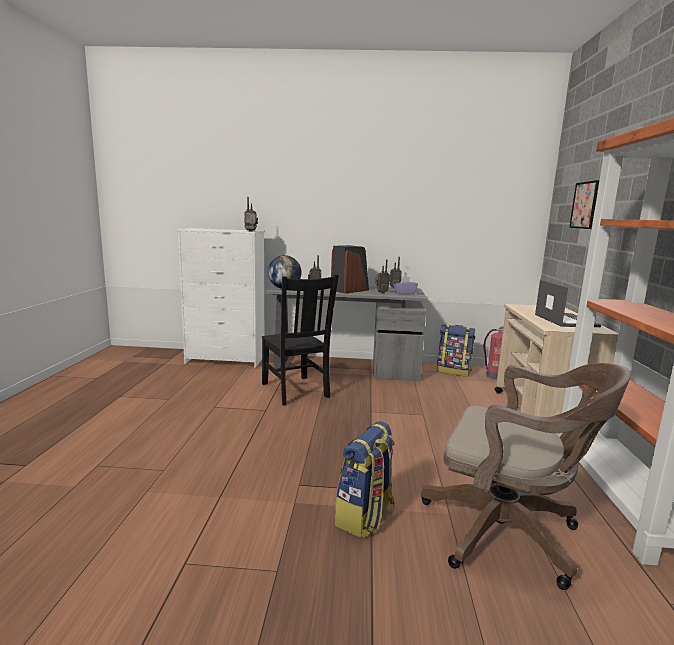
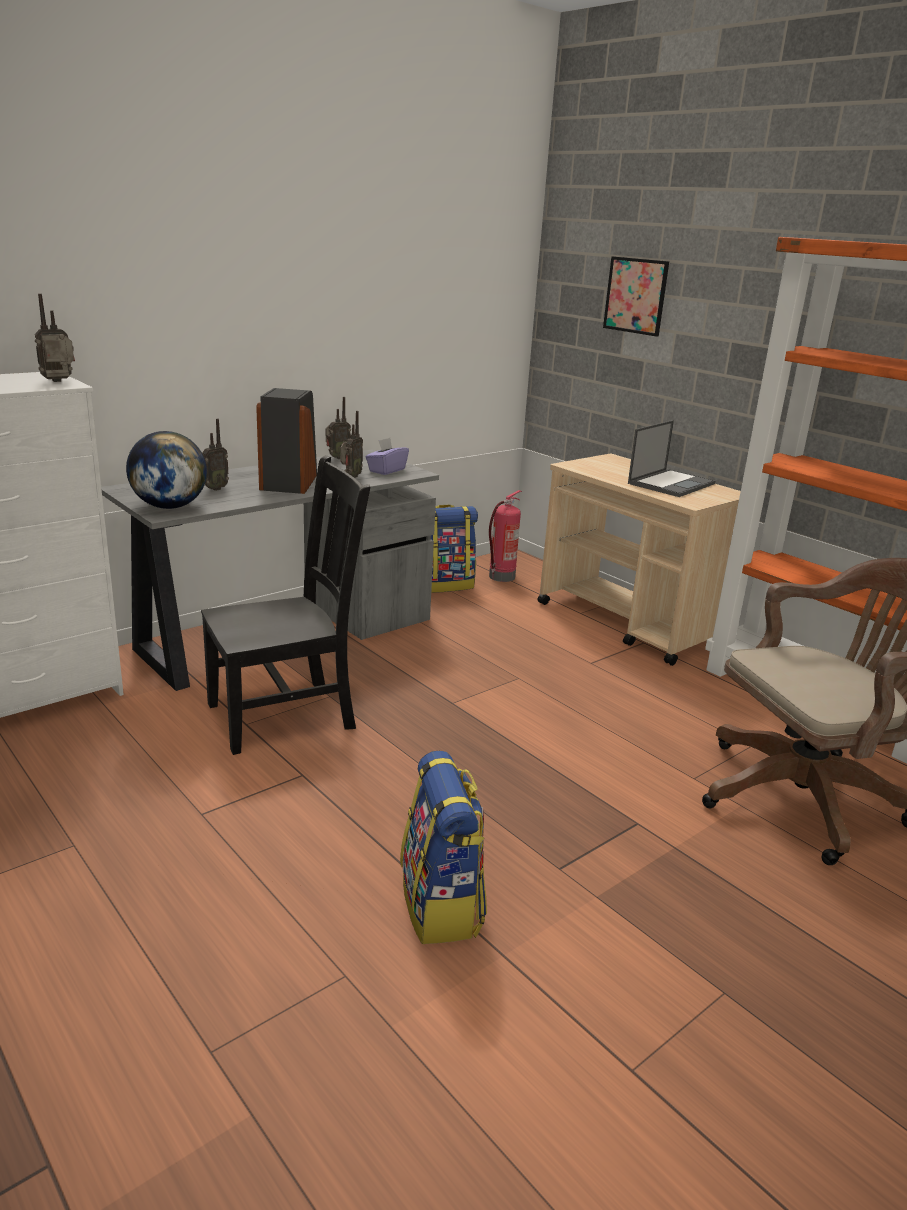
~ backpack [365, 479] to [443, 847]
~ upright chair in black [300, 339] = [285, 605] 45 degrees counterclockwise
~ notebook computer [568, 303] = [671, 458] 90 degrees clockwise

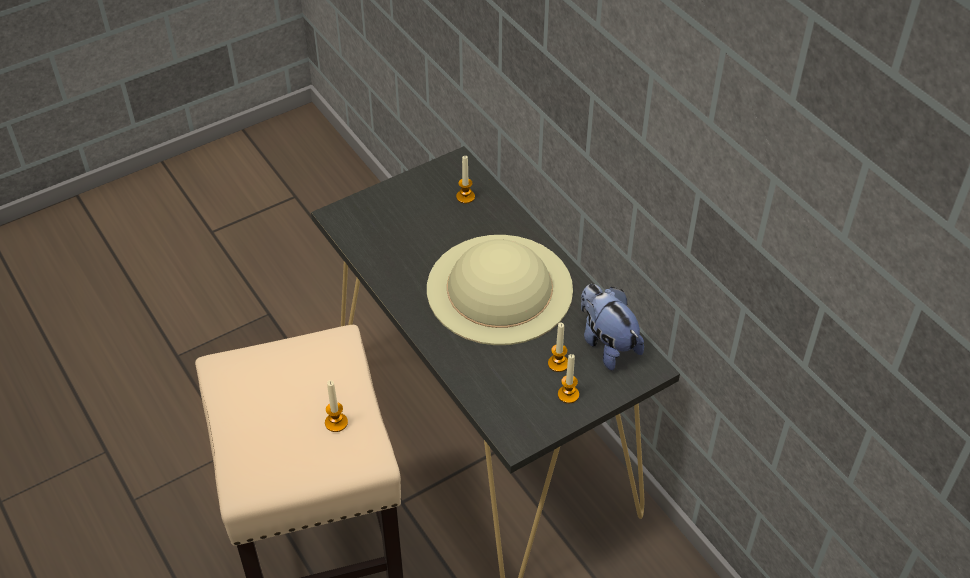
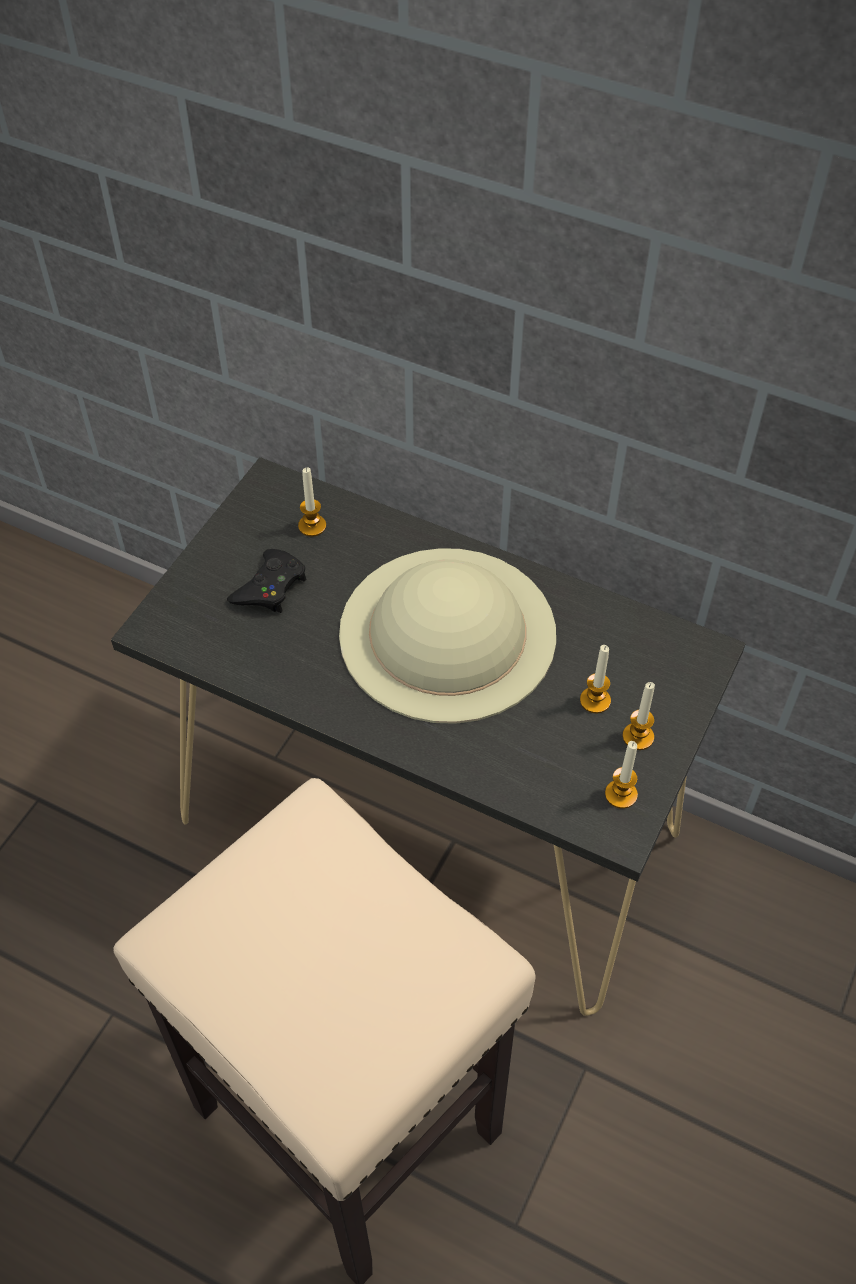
- soft toy [612, 327]
+ gamepad in black [266, 581]
~ candle [336, 406] to [621, 775]

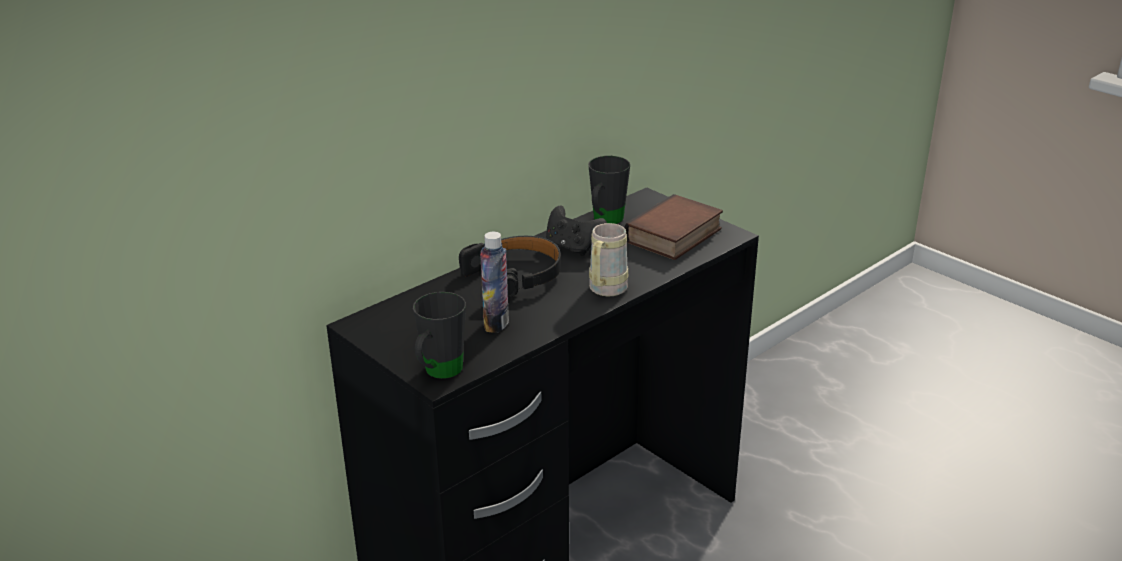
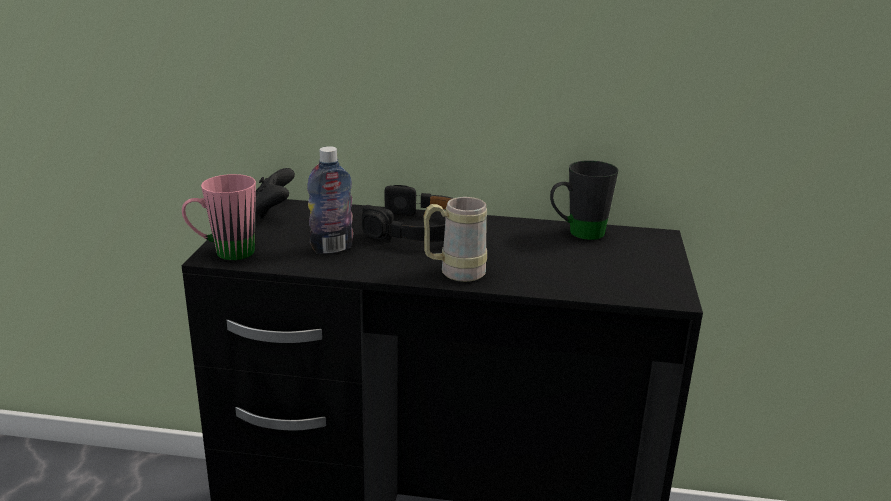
- book [673, 227]
~ gamepad in black [576, 230] to [275, 193]
~ tea mug in black [439, 335] to tea mug in pink [219, 217]

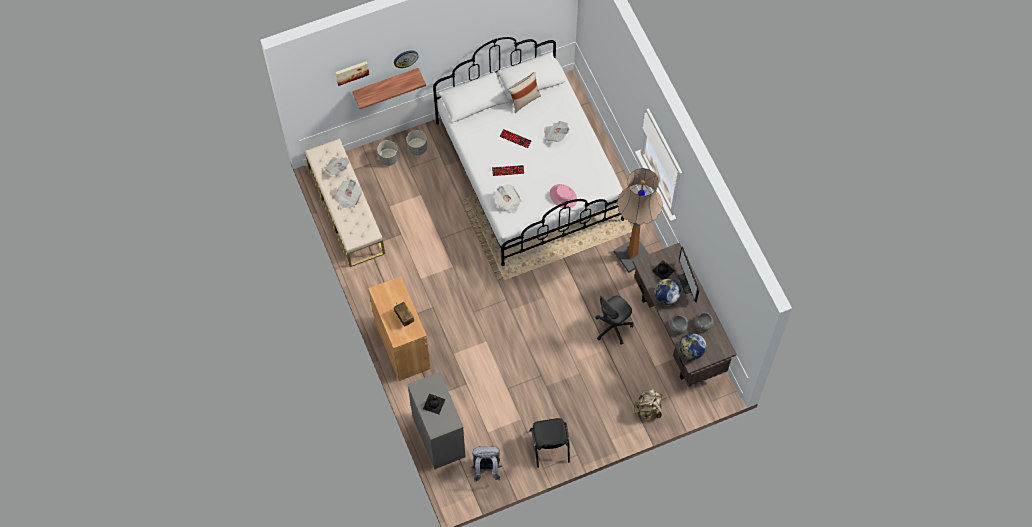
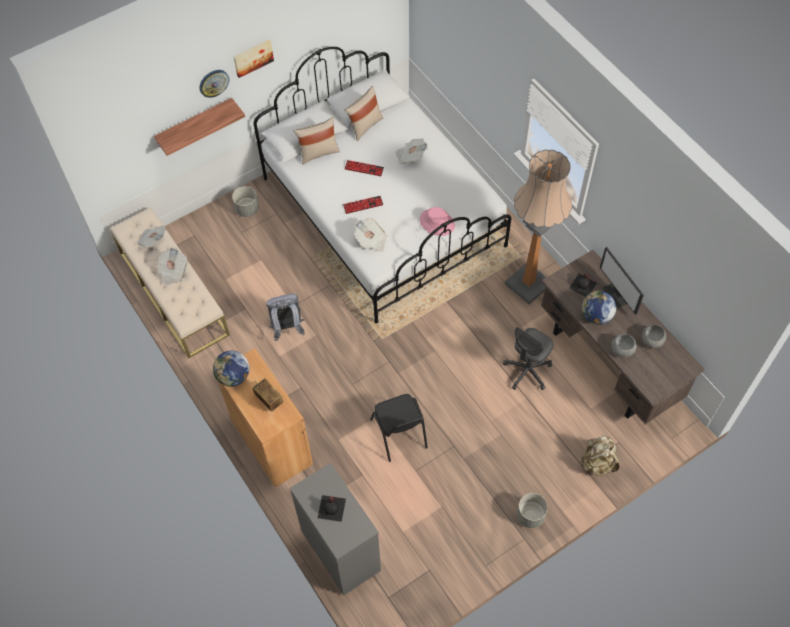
+ throw pillow in sand-coloured [317, 141]
~ wall picture [352, 73] to [253, 59]
~ planter in greyish [388, 153] to [532, 510]
~ backpack in greyish [486, 464] to [285, 317]
~ upright chair in black [549, 443] to [399, 428]
~ globe [692, 346] to [231, 369]

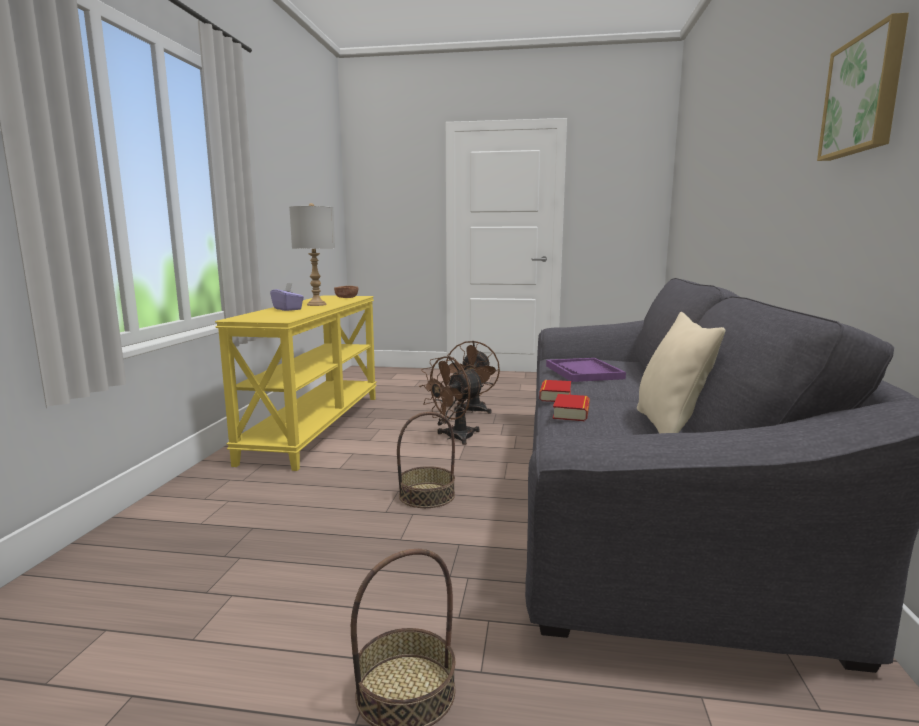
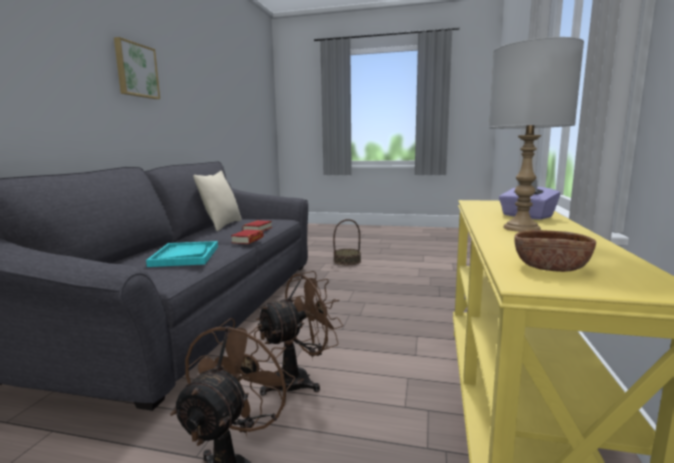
- basket [426, 460]
~ serving tray in purplish [586, 370] to serving tray in blue-green [182, 254]

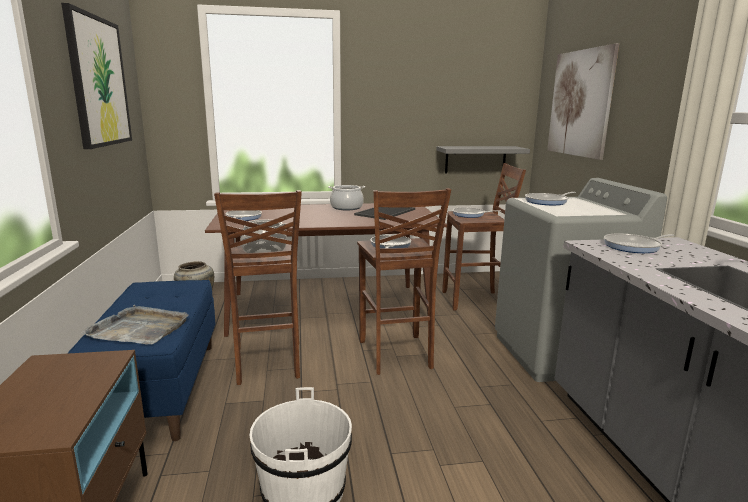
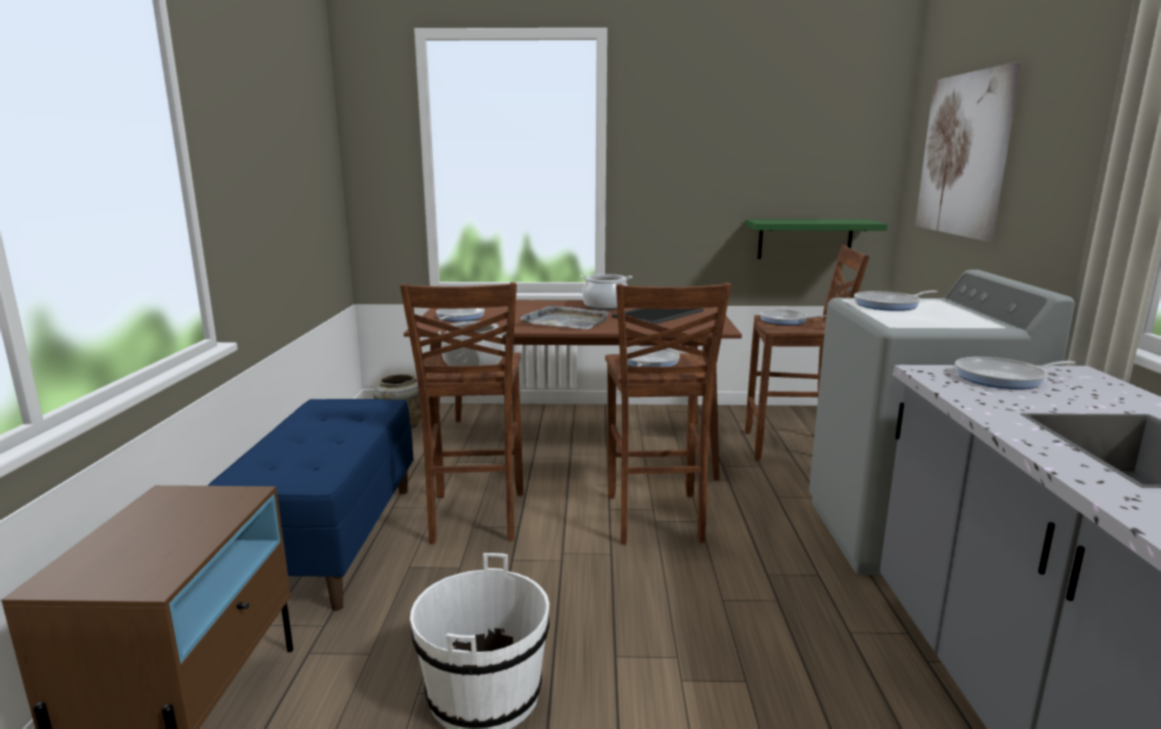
- wall picture [96, 76]
~ serving tray in greyish [135, 325] to [565, 316]
~ wall shelf in greyish [483, 159] to wall shelf in greenish [816, 239]

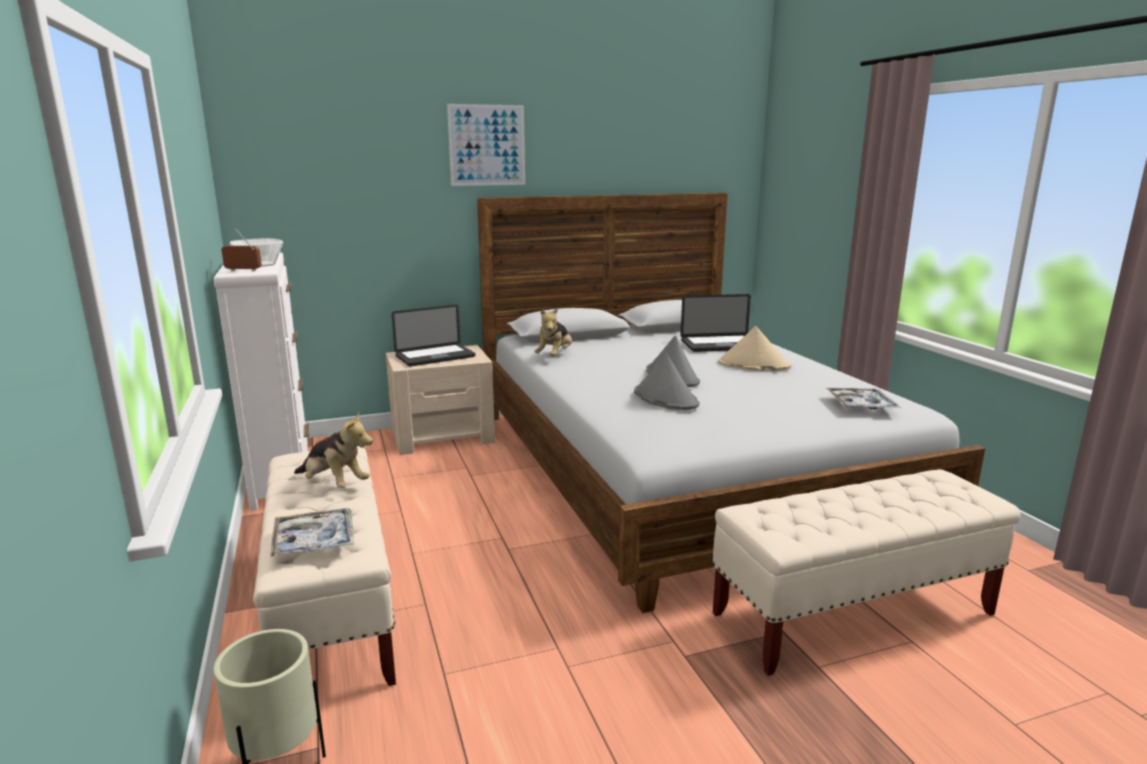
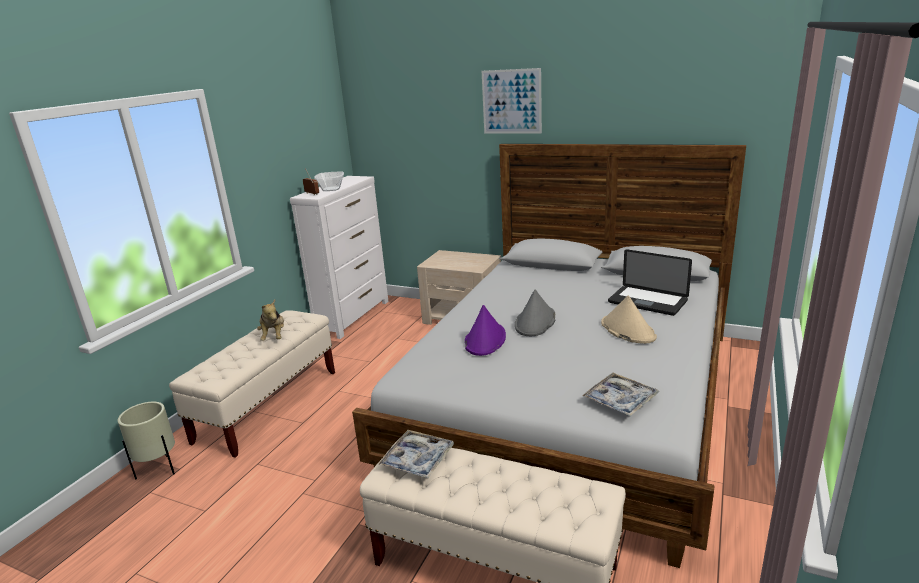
- notebook computer [433, 335]
- soft toy [553, 332]
~ serving tray [312, 532] to [416, 454]
~ clothing hat in greyish [666, 381] to clothing hat in purplish [485, 330]

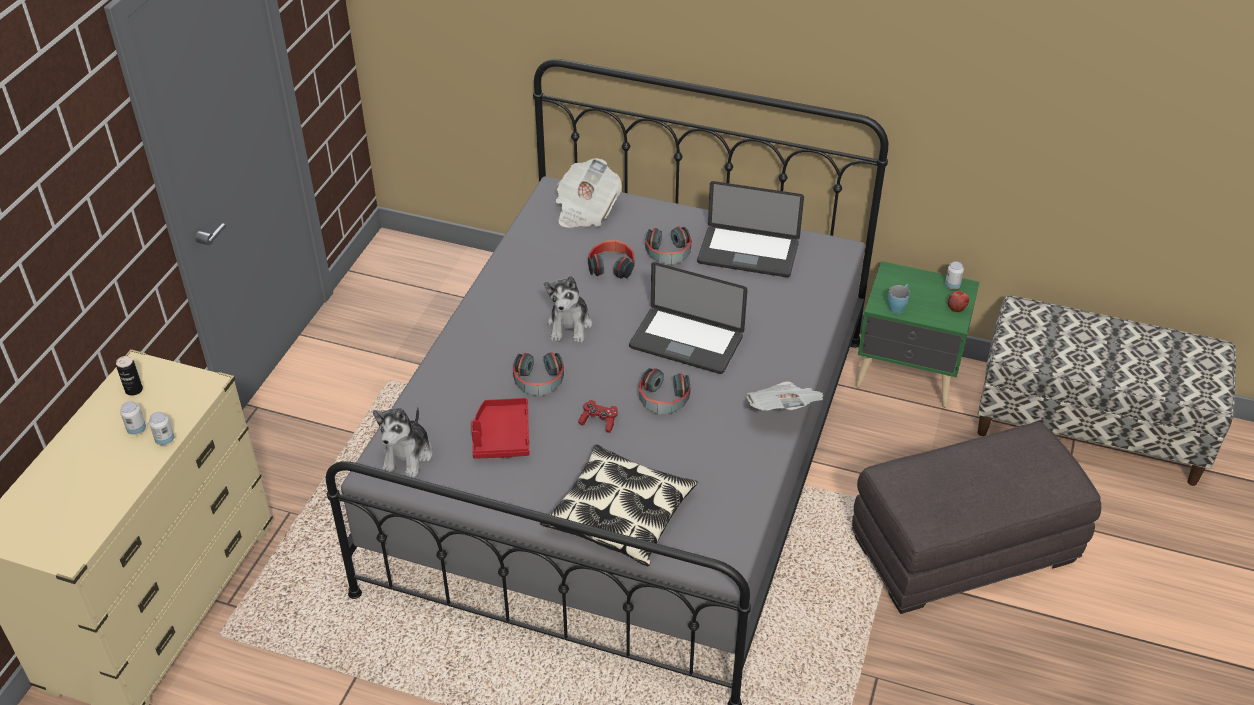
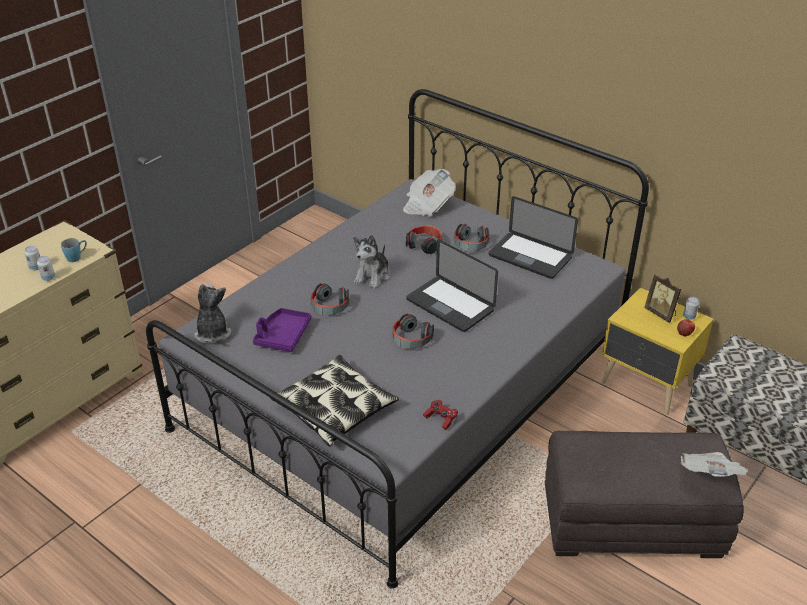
- sealed can [129, 376]
+ photo frame [662, 298]
~ gamepad in red [598, 416] to [440, 415]
~ daily paper [785, 396] to [714, 464]
~ tea mug in blue [899, 299] to [74, 250]
~ serving tray in red [500, 428] to serving tray in purplish [282, 330]
~ nightstand in greenish [917, 334] to nightstand in yellowish [657, 351]
~ soft toy [402, 442] = [212, 313] 135 degrees clockwise

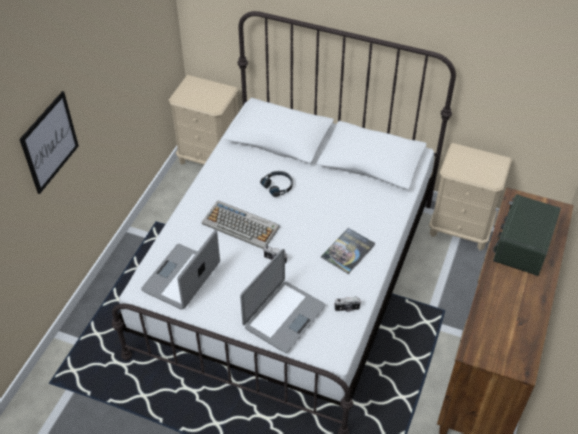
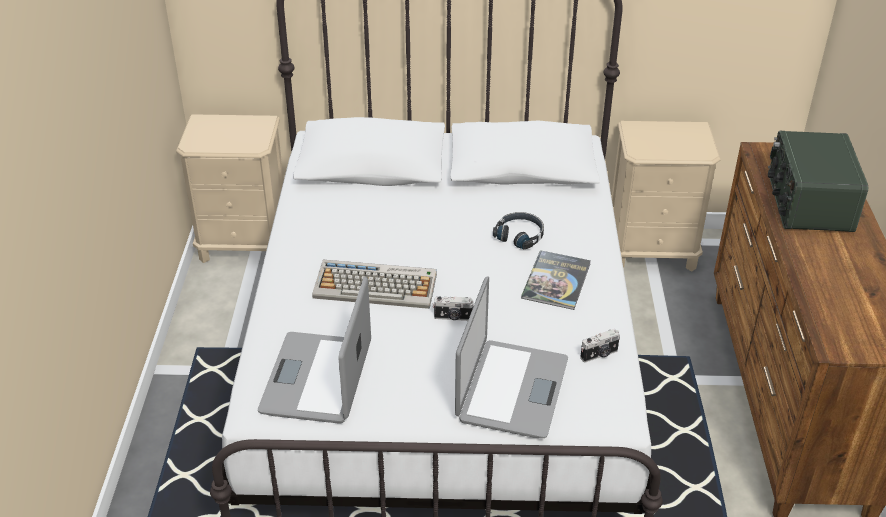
- wall picture [49, 142]
~ pair of headphones in black [276, 184] to [518, 230]

